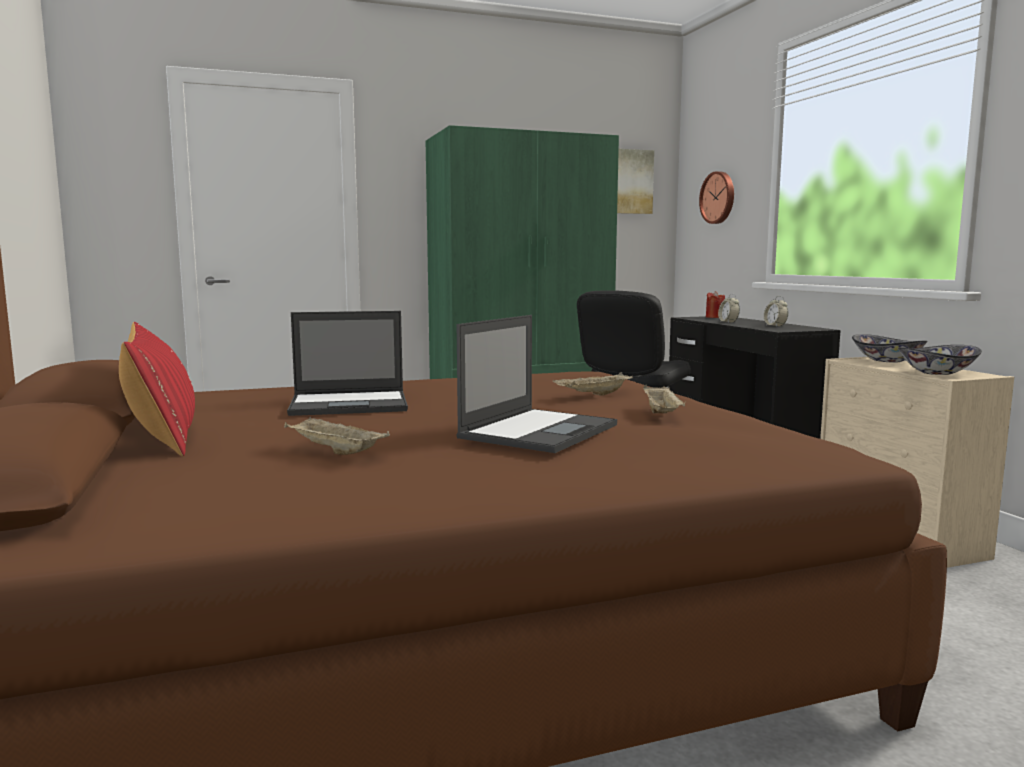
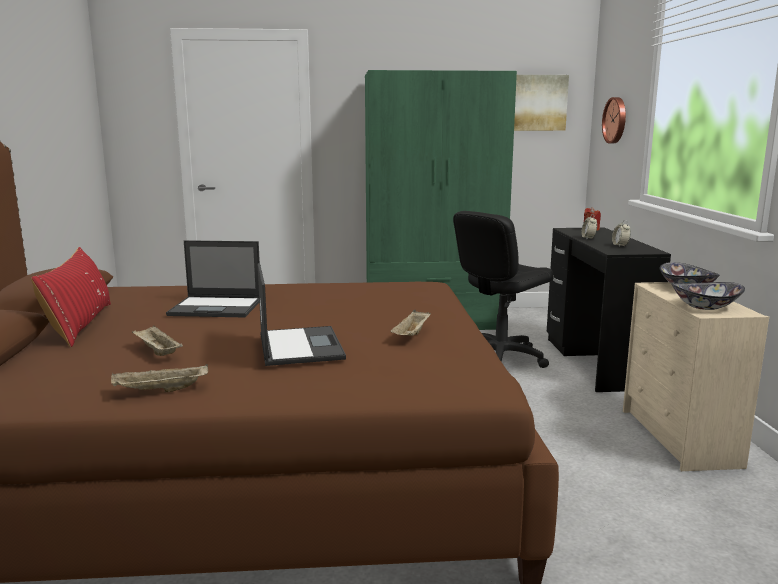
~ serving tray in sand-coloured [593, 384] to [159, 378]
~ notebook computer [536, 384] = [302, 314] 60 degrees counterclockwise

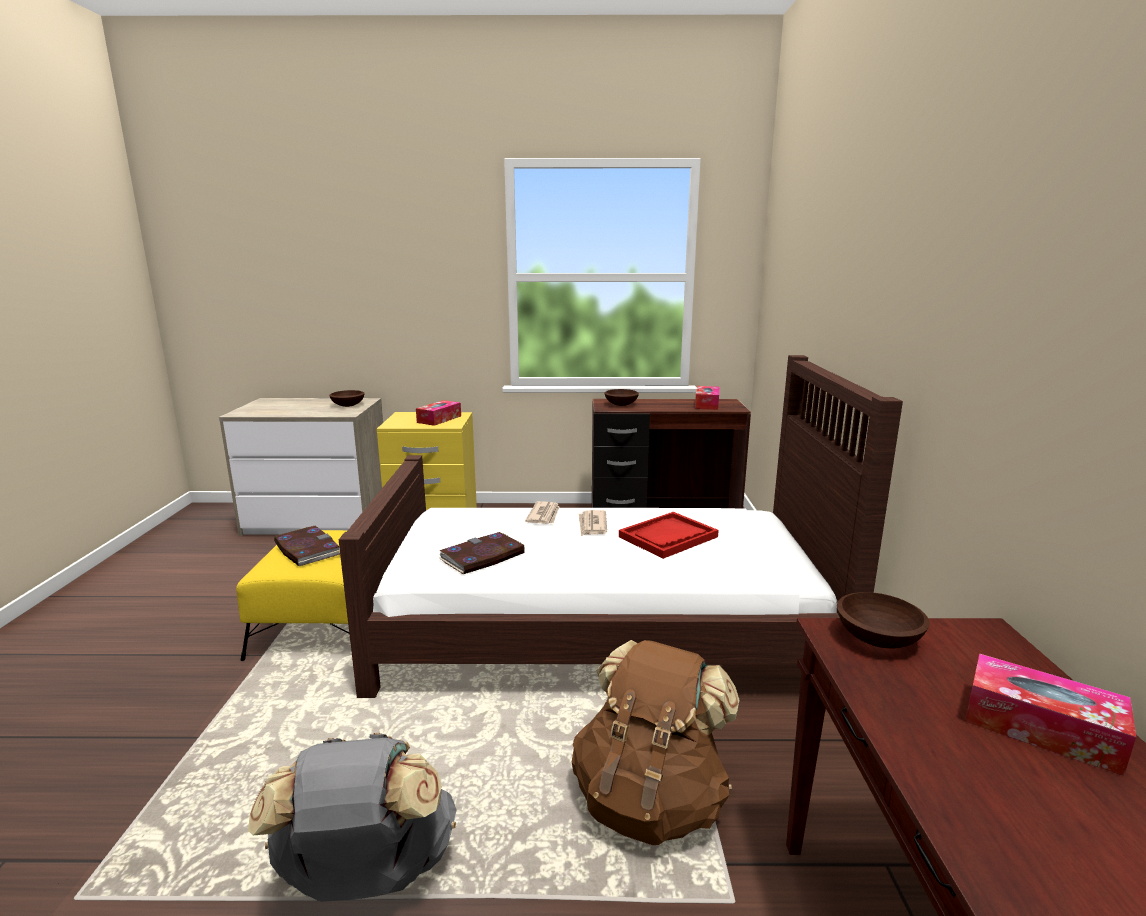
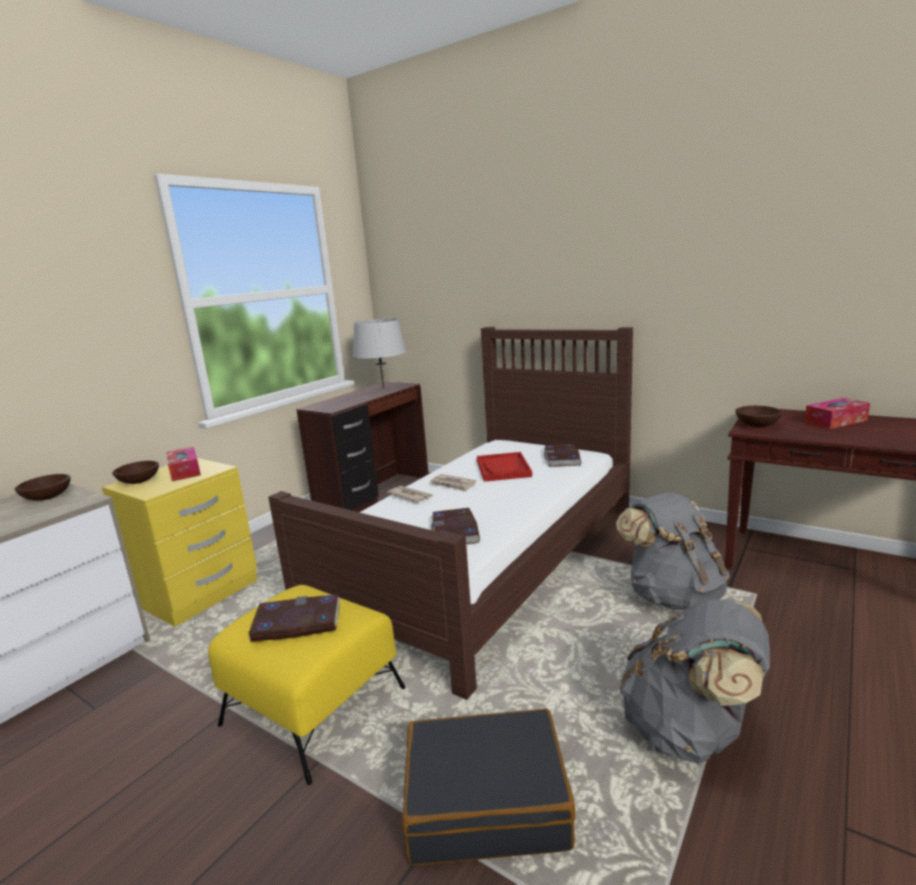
+ piece of luggage in black [489, 786]
+ book [562, 455]
~ deep dish in brown [621, 397] to [135, 472]
~ tissue holder [707, 398] to lamp for a table in greyish [379, 353]
~ backpack in brown [655, 742] to backpack in greyish [673, 550]

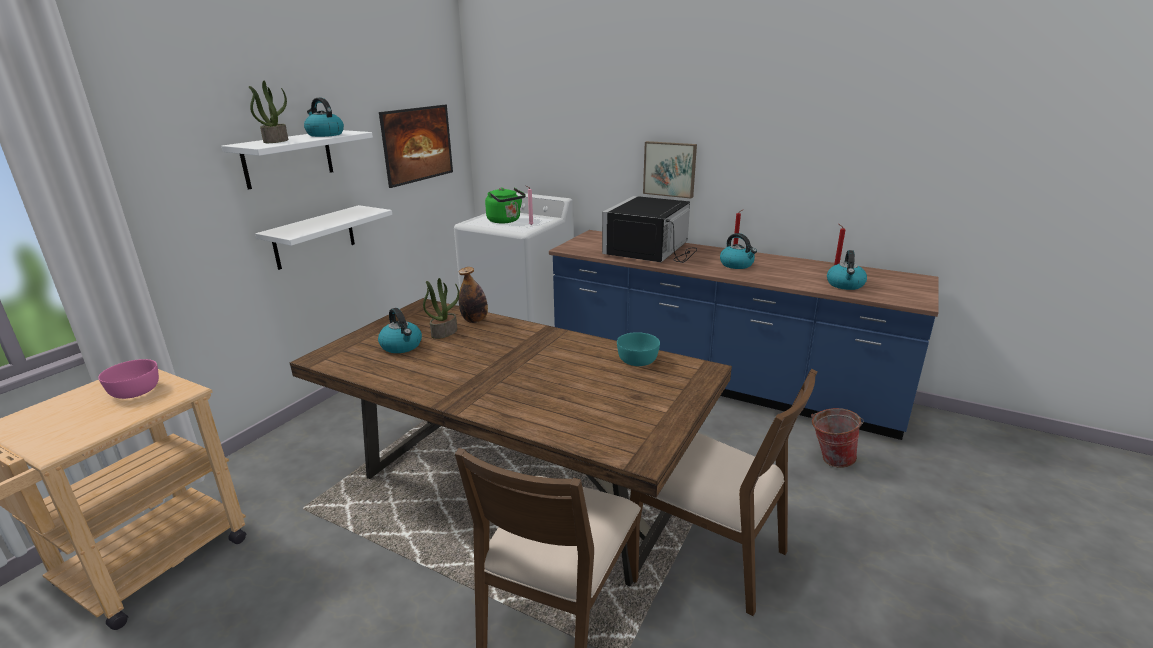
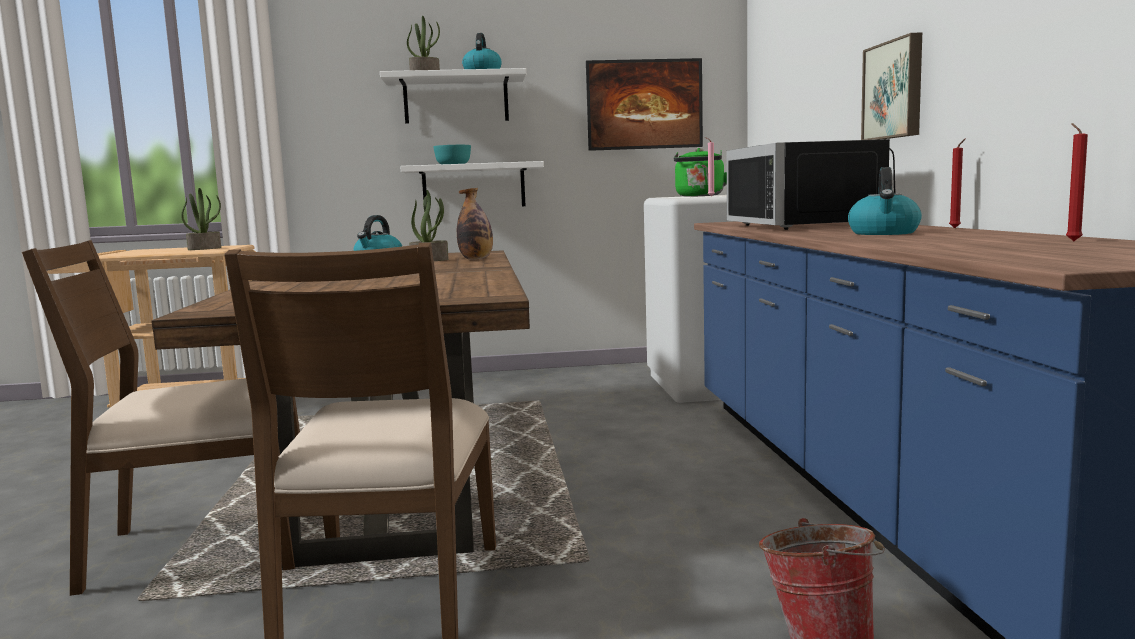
- water kettle [847, 270]
~ deep dish in blue-green [638, 349] to [452, 154]
~ deep dish in pink [128, 379] to houseplant [201, 219]
~ microwave oven in black [649, 229] = [811, 184] 90 degrees counterclockwise

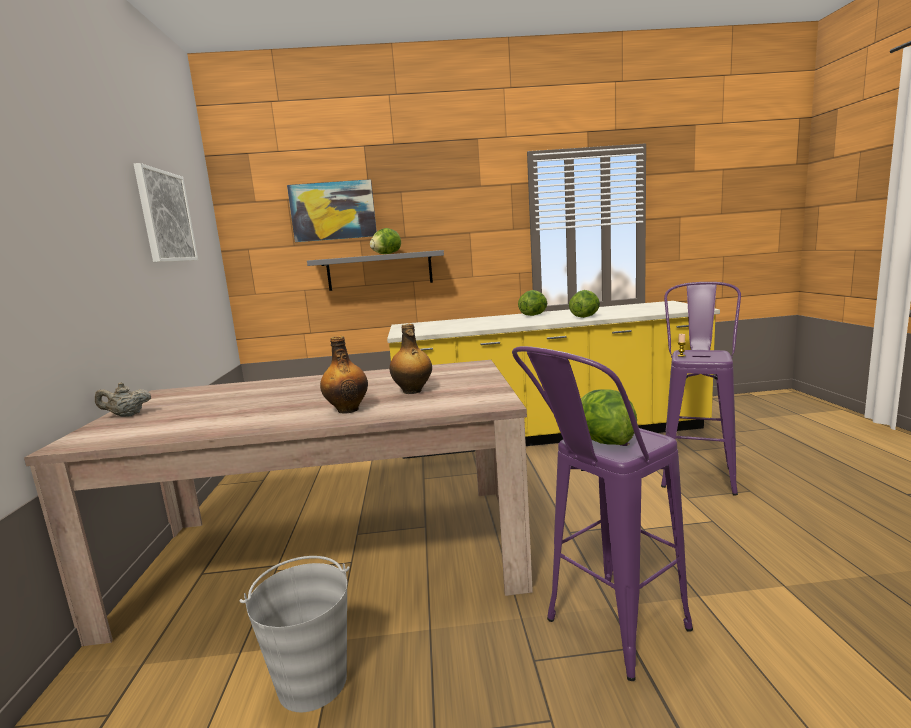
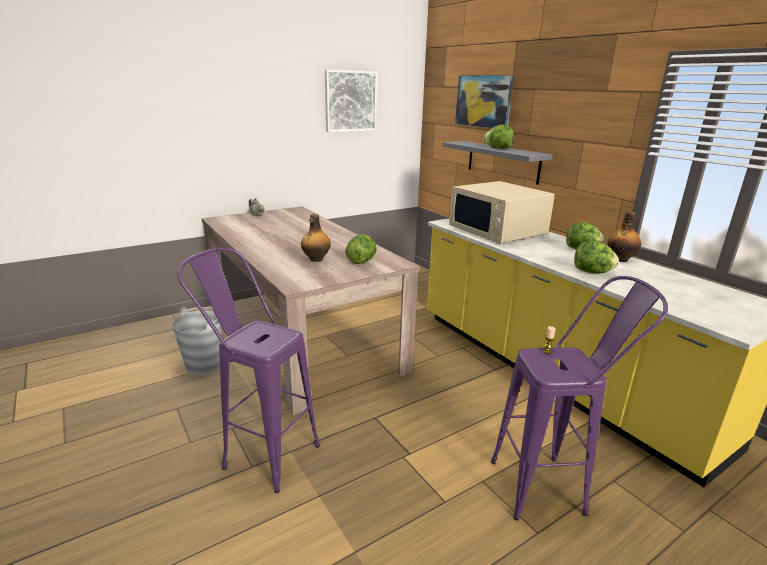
+ microwave oven in sand-coloured [502, 212]
~ drink bottle [344, 374] to [624, 236]
~ lettuce head [609, 417] to [361, 249]

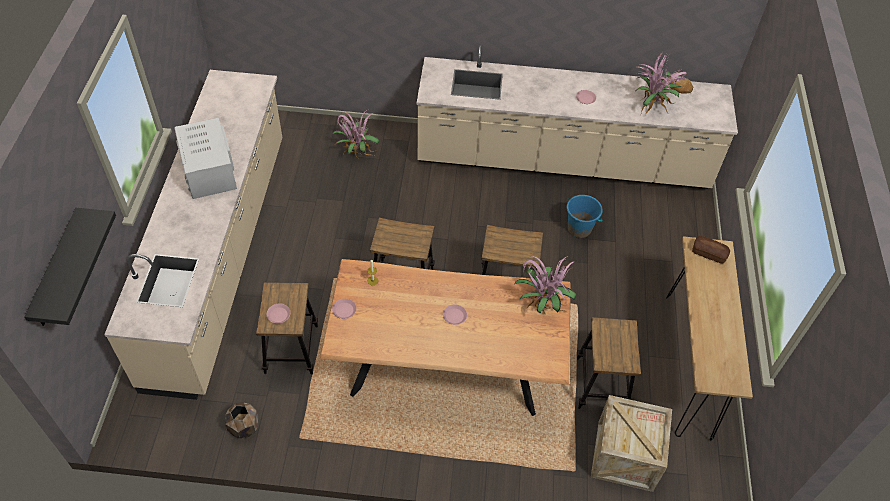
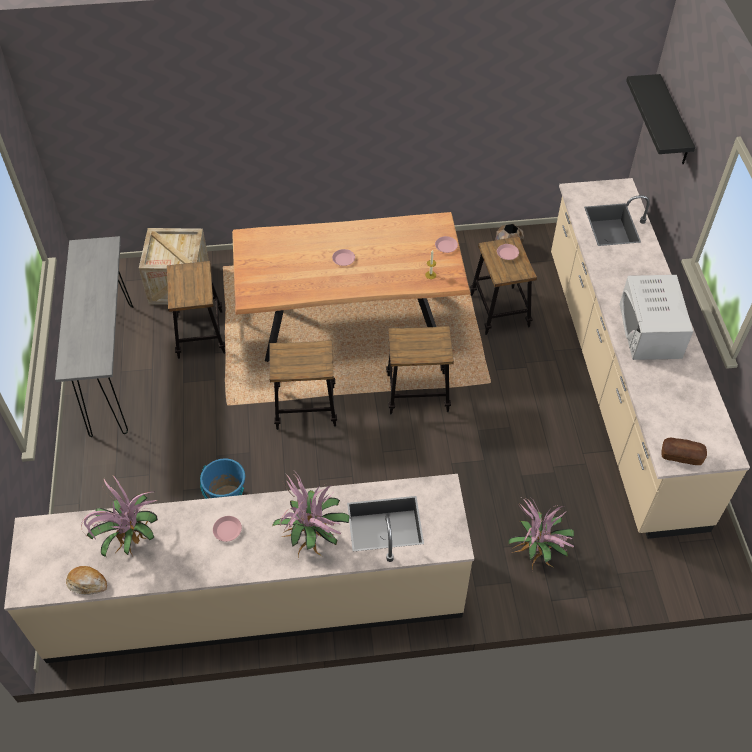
~ houseplant [546, 284] to [311, 515]
~ baked bread [711, 249] to [684, 451]
~ hall table in brown [709, 338] to hall table in greyish [94, 336]
~ microwave oven in white [205, 158] = [656, 317] 150 degrees counterclockwise

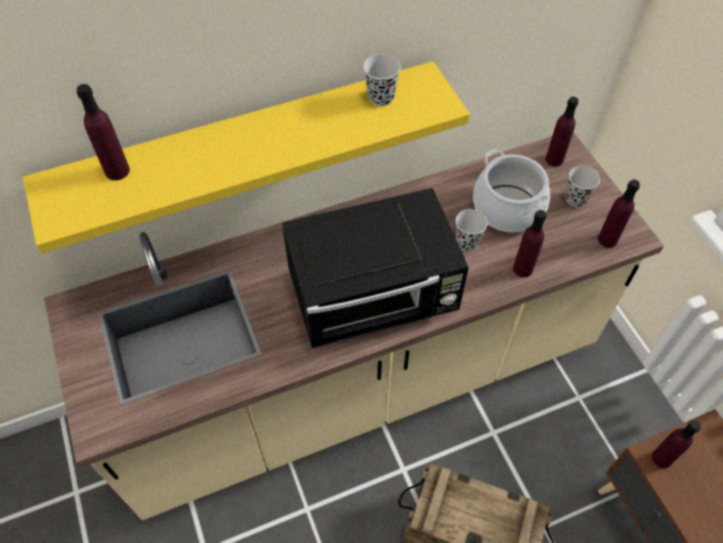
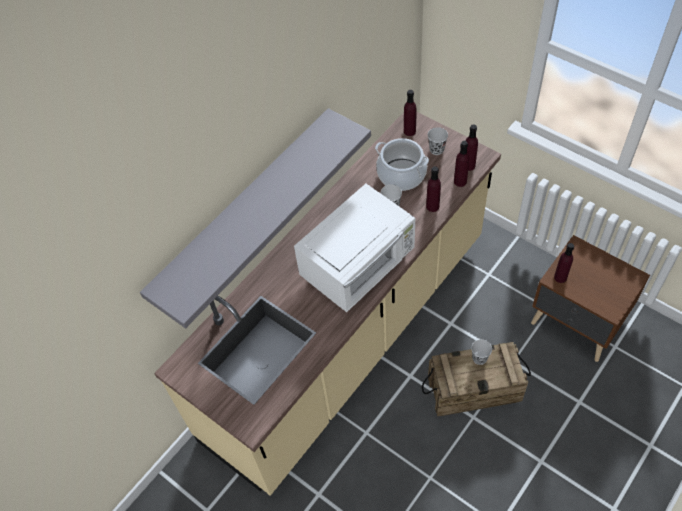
~ drink bottle in purplish [103, 132] to [461, 164]
~ drinking cup in black [382, 80] to [481, 352]
~ wall shelf in yellowish [246, 157] to wall shelf in greyish [255, 218]
~ microwave oven in black [375, 268] to microwave oven in white [354, 248]

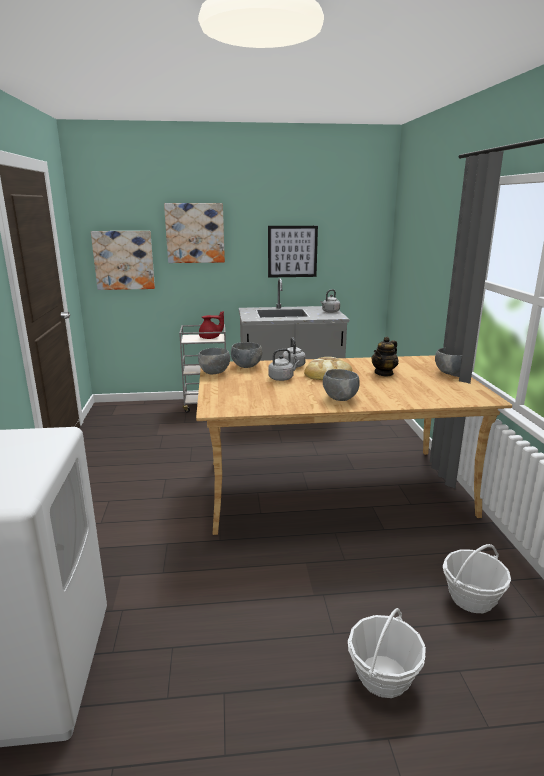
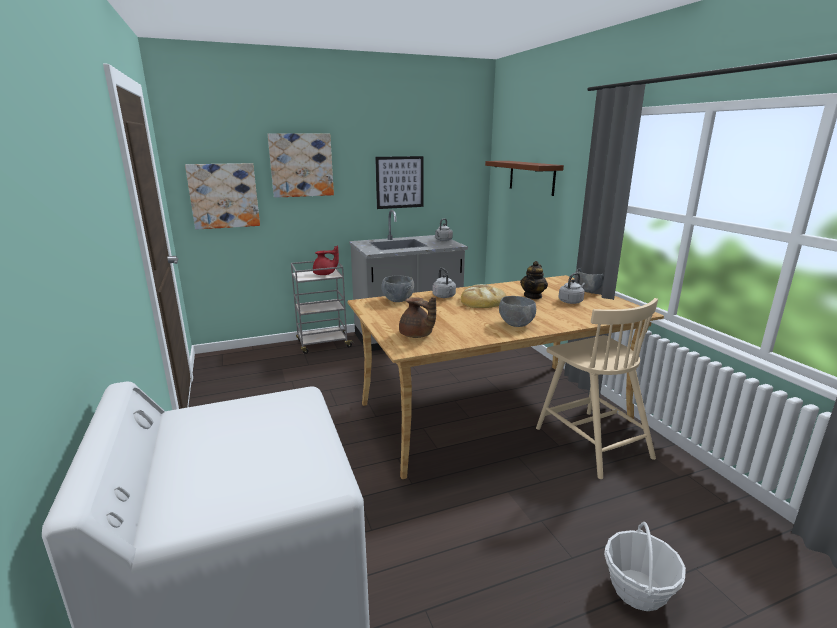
- deep dish in greyish [214, 361]
- basket [477, 578]
+ pot for tea in brown [417, 317]
+ wall shelf in brown [524, 178]
+ upright chair in sand-coloured [597, 388]
~ water kettle in greyish [284, 365] to [572, 288]

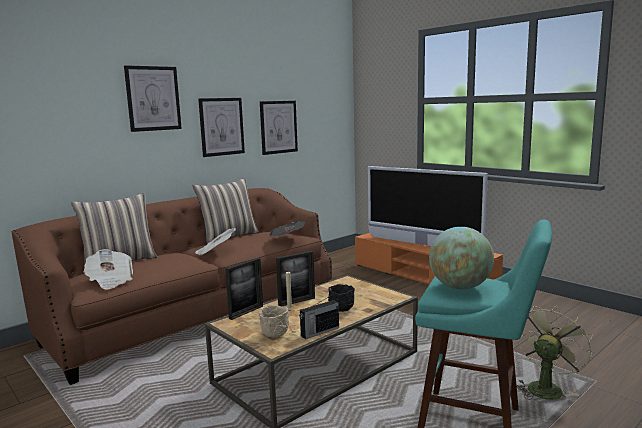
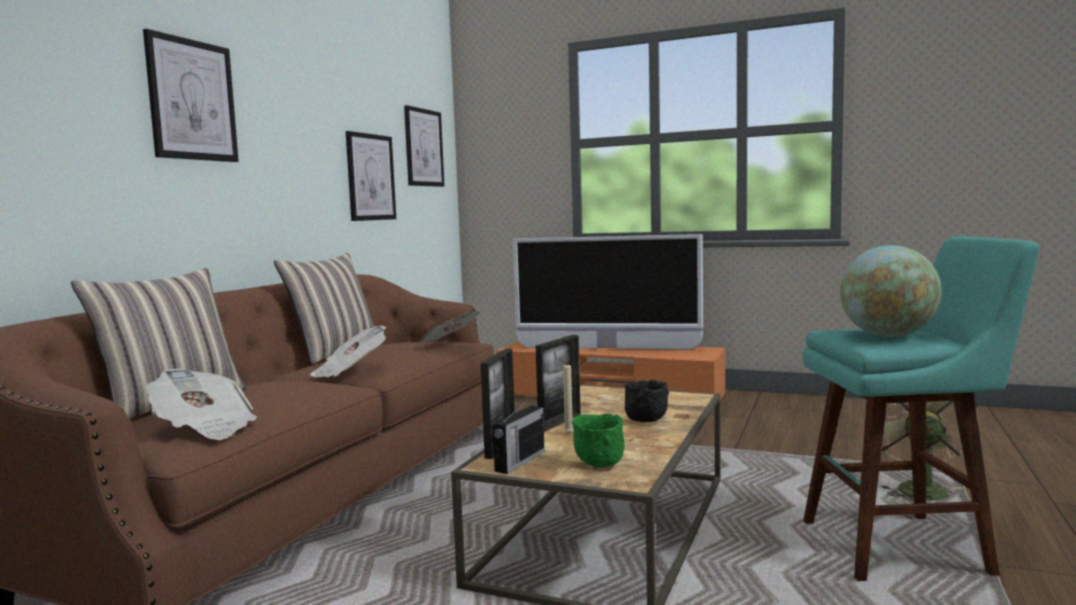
~ wall picture [221, 127] to [424, 146]
~ radio receiver [319, 317] to [519, 435]
~ deep dish in sand-coloured [274, 321] to deep dish in greenish [598, 440]

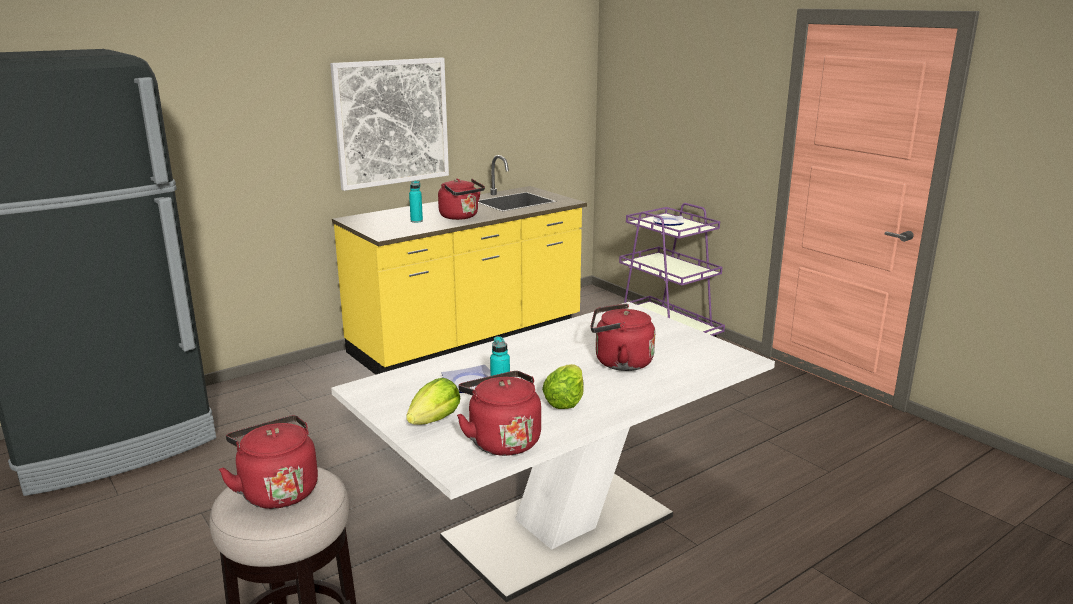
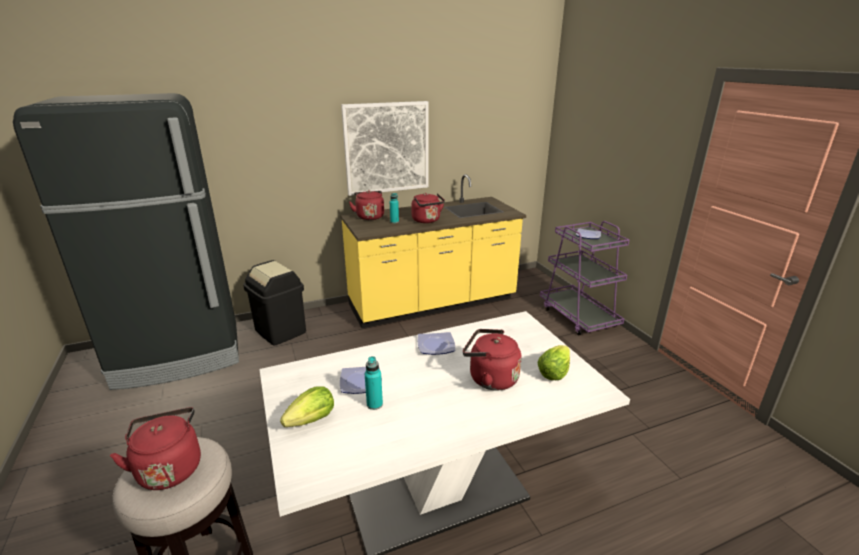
+ trash can in black [274, 303]
+ plate [436, 343]
~ water kettle in red [499, 413] to [366, 205]
~ lettuce head [563, 386] to [553, 362]

